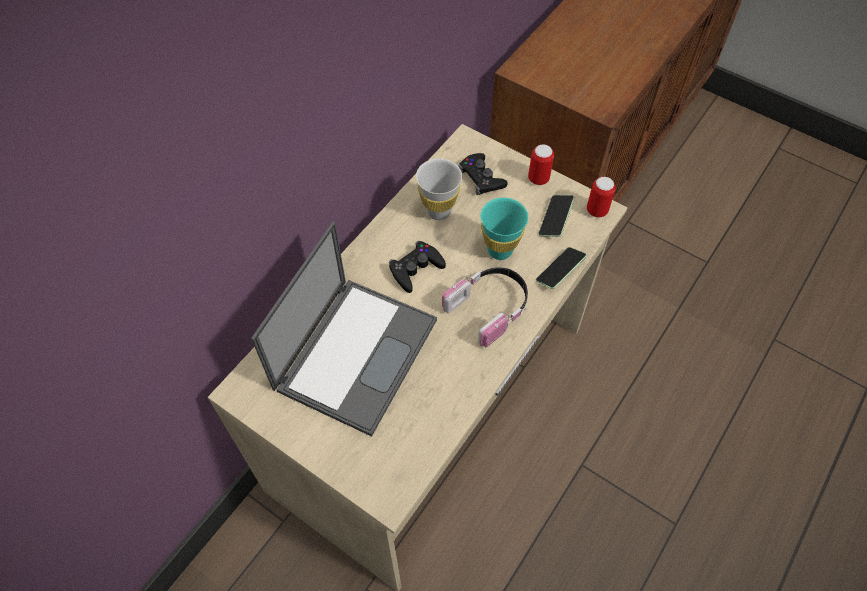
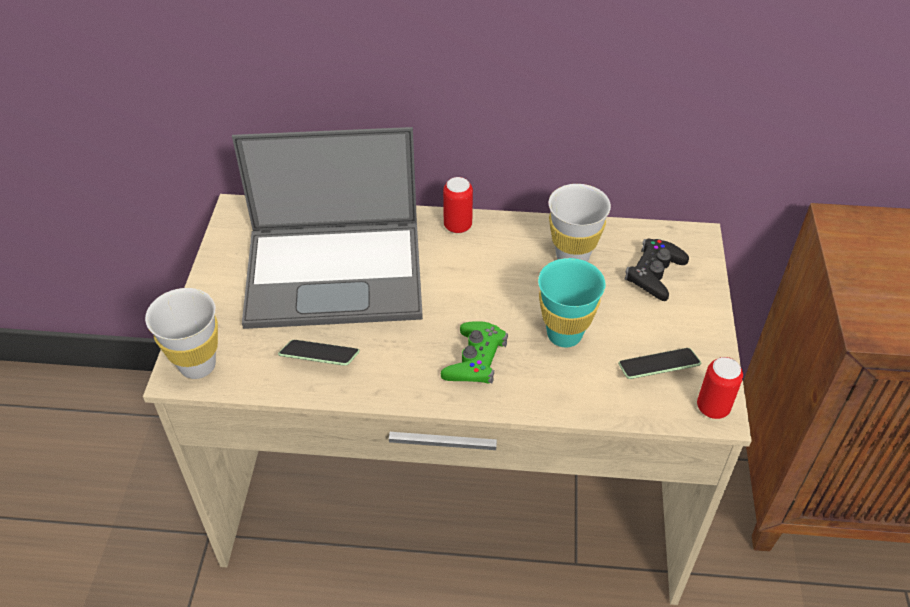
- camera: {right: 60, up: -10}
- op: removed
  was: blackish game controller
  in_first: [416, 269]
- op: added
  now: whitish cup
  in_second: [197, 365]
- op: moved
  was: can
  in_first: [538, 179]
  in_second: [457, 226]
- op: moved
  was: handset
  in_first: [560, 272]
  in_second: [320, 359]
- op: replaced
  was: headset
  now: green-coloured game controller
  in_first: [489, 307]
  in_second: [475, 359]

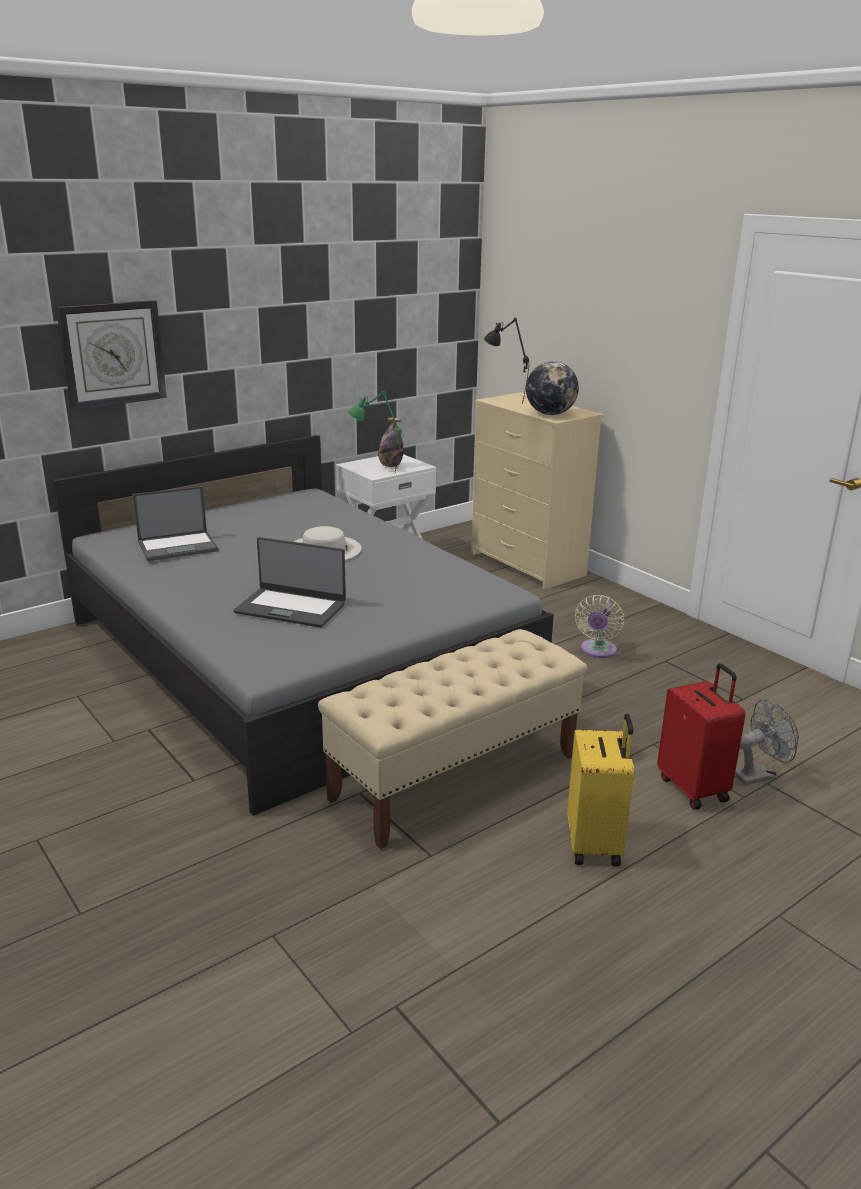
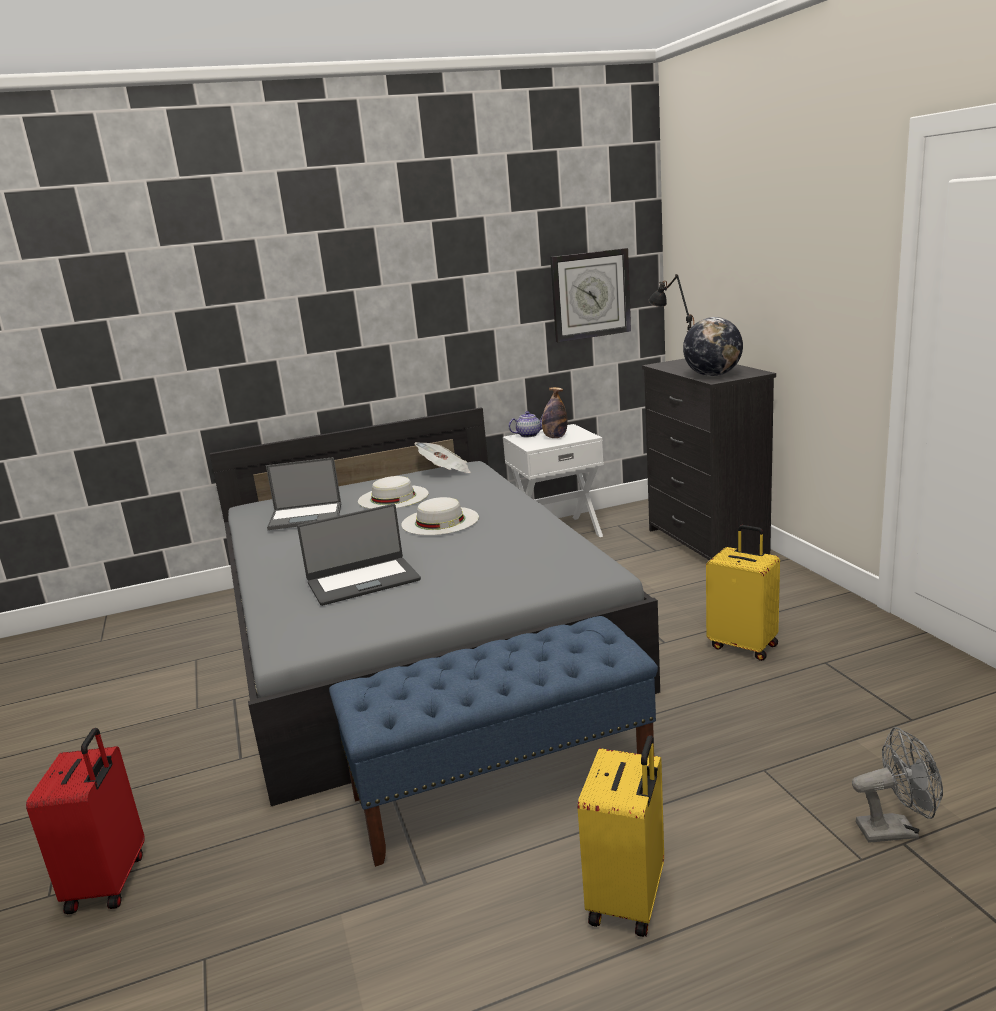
- camera: {right: 20, up: -5}
- op: removed
  was: green-coloured table lamp
  in_first: [375, 473]
- op: added
  now: whitish hat
  in_second: [393, 497]
- op: added
  now: printed paper
  in_second: [445, 471]
- op: added
  now: tea pot
  in_second: [529, 435]
- op: moved
  was: wall clock
  in_first: [112, 354]
  in_second: [590, 295]
- op: moved
  was: red-coloured suitcase
  in_first: [694, 788]
  in_second: [109, 882]
- op: replaced
  was: beige fan
  now: yellow suitcase
  in_first: [597, 651]
  in_second: [743, 645]
- op: recoloured
  was: beige bench
  now: bluish bench
  in_first: [455, 776]
  in_second: [504, 785]
- op: recoloured
  was: beige dresser
  now: blackish dresser
  in_first: [527, 565]
  in_second: [706, 543]
- op: turned
  was: laptop
  in_first: [291, 607]
  in_second: [363, 581]
  clockwise: -60

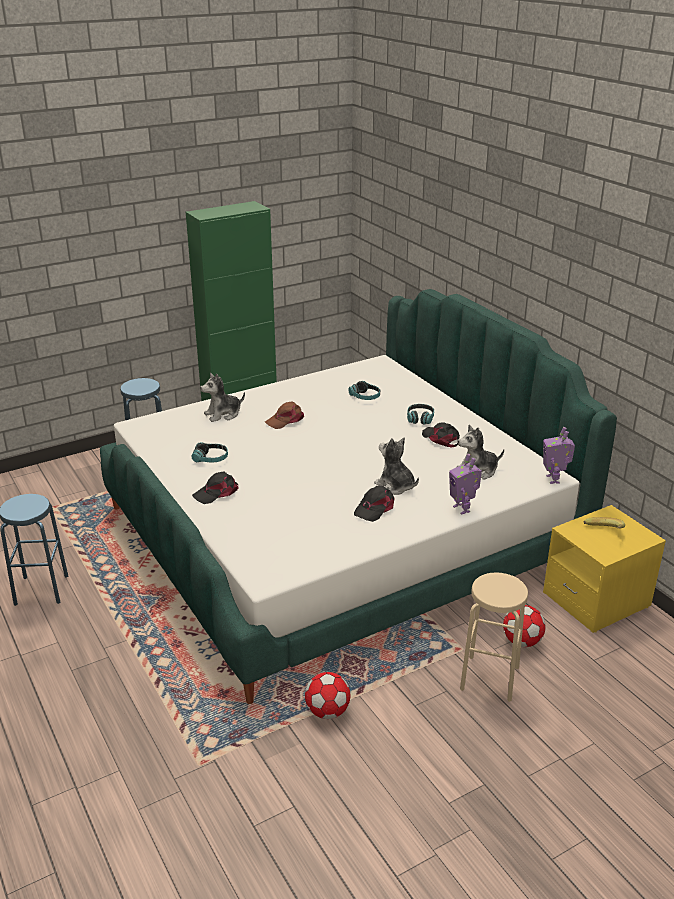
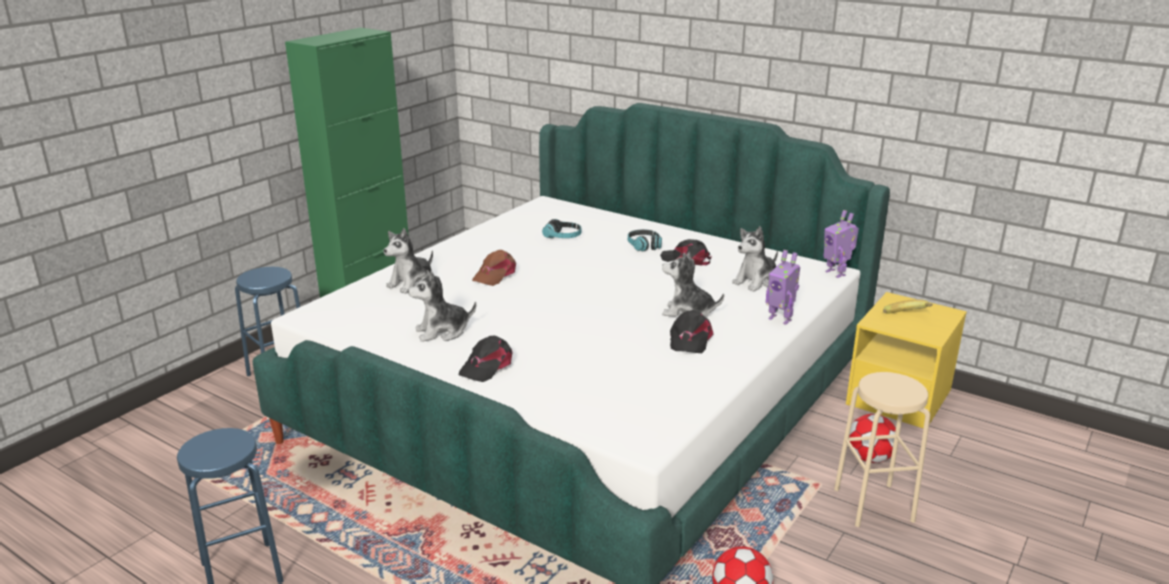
- camera: {right: -25, up: -5}
- op: replaced
  was: headset
  now: plush toy
  in_first: [211, 458]
  in_second: [442, 332]

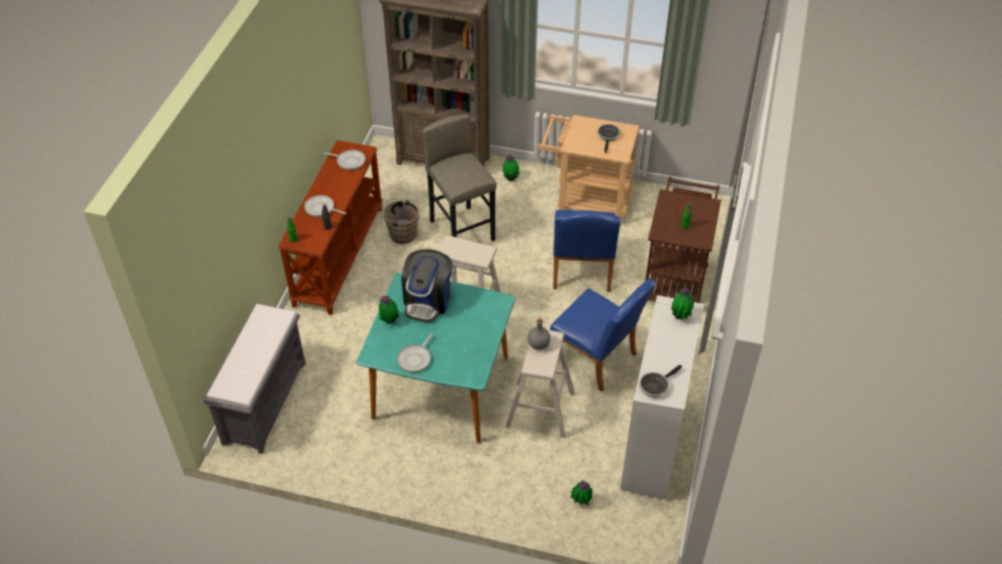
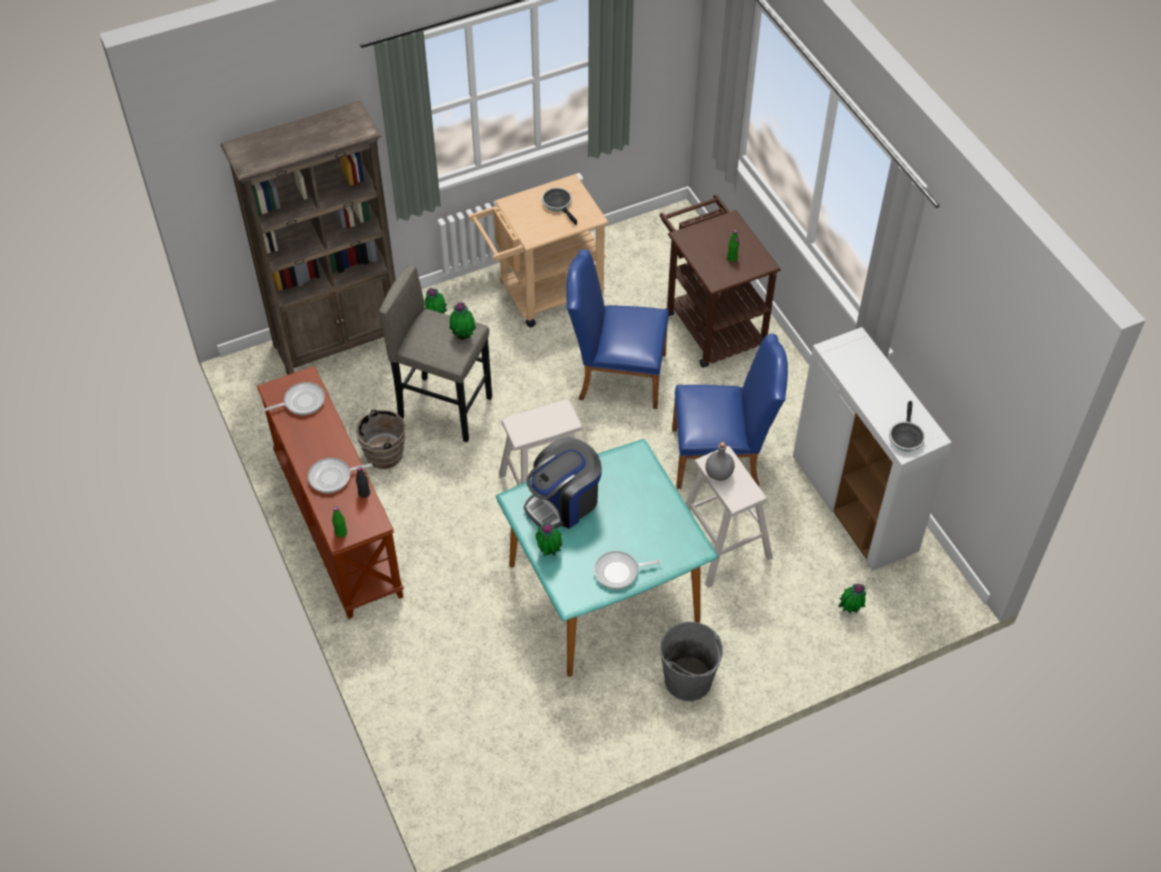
- camera: {right: -40, up: 5}
- op: removed
  was: greyish bench
  in_first: [265, 401]
- op: added
  now: greyish pail
  in_second: [688, 680]
- op: moved
  was: potted plant
  in_first: [680, 317]
  in_second: [463, 336]
- op: turned
  was: frying pan
  in_first: [415, 358]
  in_second: [619, 572]
  clockwise: 90
- op: turned
  was: coffee brewer
  in_first: [428, 300]
  in_second: [563, 502]
  clockwise: 75
- op: turned
  was: bluish upright chair
  in_first: [581, 272]
  in_second: [615, 375]
  clockwise: 135

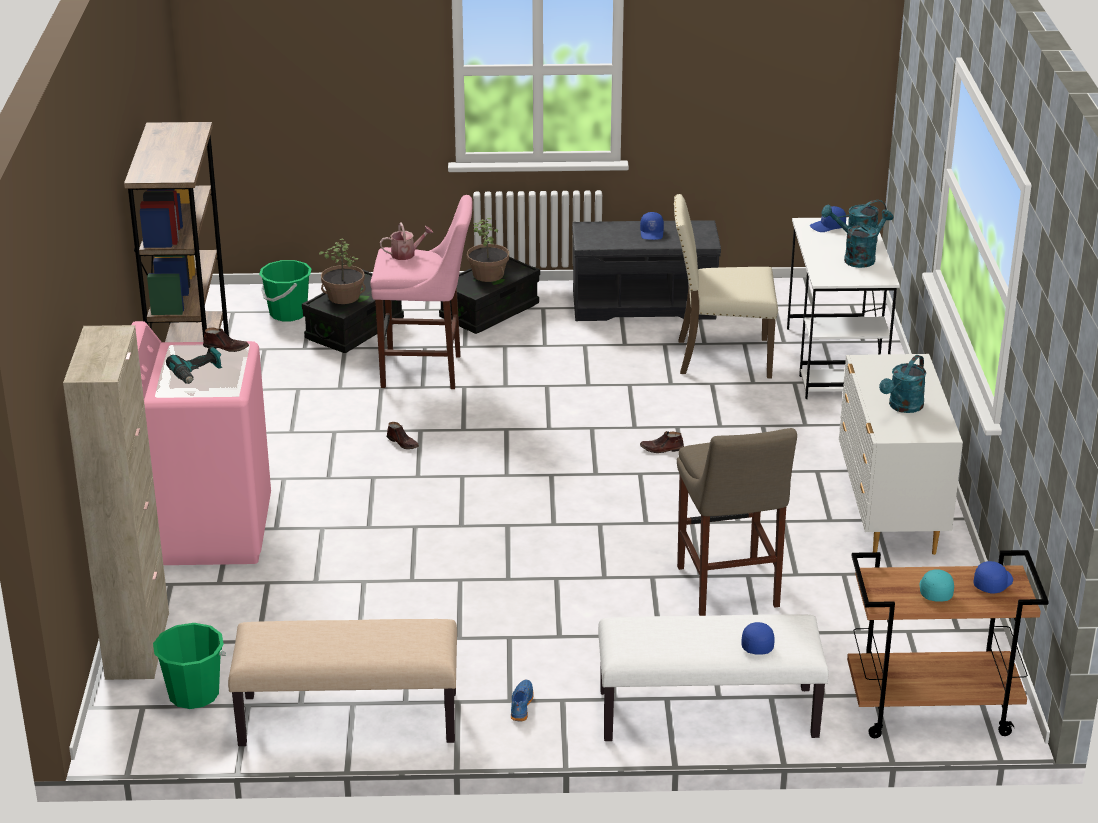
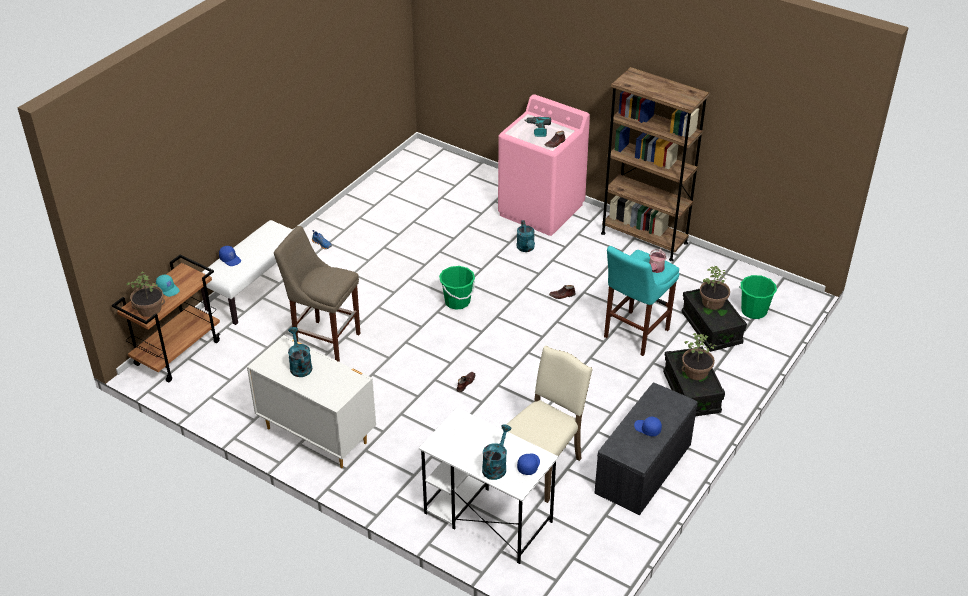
- camera: {right: 125, up: 10}
- op: removed
  was: beige cupboard
  in_first: [138, 646]
- op: removed
  was: beige bench
  in_first: [348, 720]
- op: moved
  was: green-coloured pail
  in_first: [194, 694]
  in_second: [457, 302]
- op: moved
  was: blue-green watering can
  in_first: [863, 258]
  in_second: [526, 248]
- op: replaced
  was: bluish cap
  now: potted plant
  in_first: [992, 583]
  in_second: [149, 309]
- op: recoloured
  was: pink-coloured stool seat
  now: blue-green stool seat
  in_first: [426, 371]
  in_second: [634, 335]

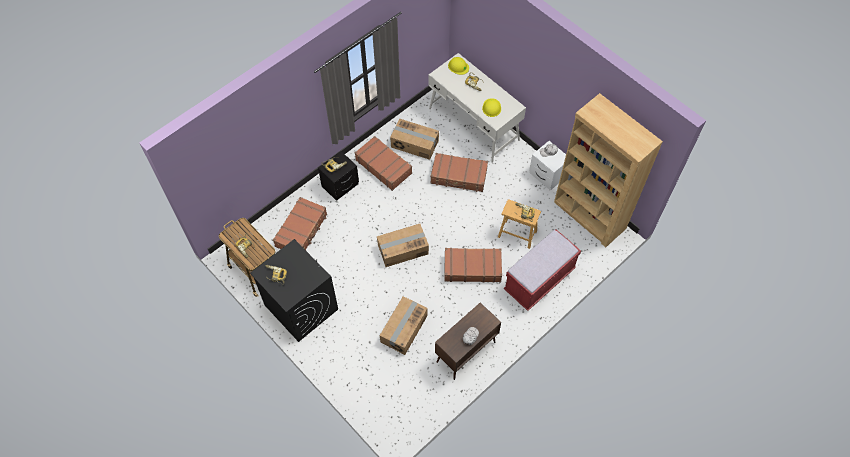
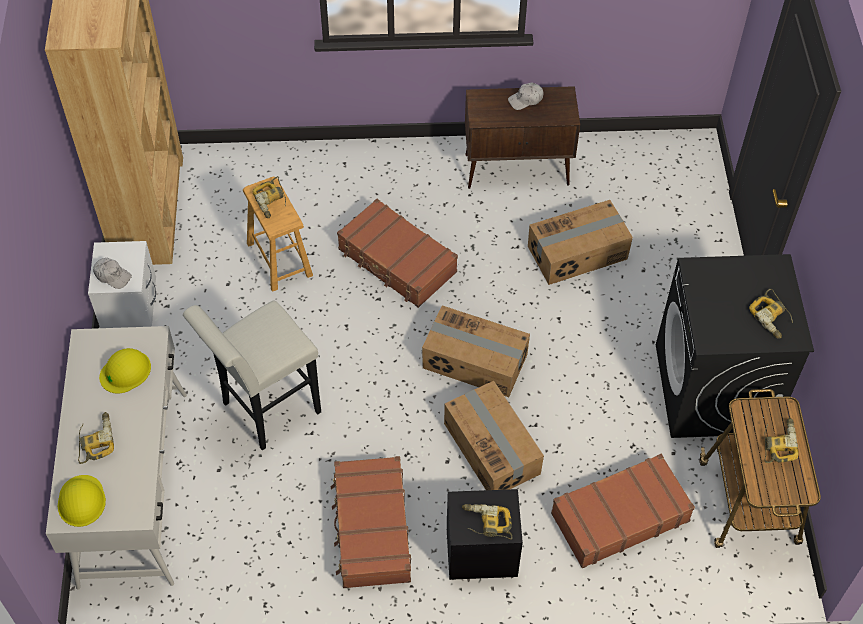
- camera: {right: -140, up: -5}
- op: removed
  was: red-coloured bench
  in_first: [539, 280]
- op: moved
  was: carton
  in_first: [414, 144]
  in_second: [492, 448]
- op: replaced
  was: brown suitcase
  now: whitish stool seat
  in_first: [459, 176]
  in_second: [265, 411]

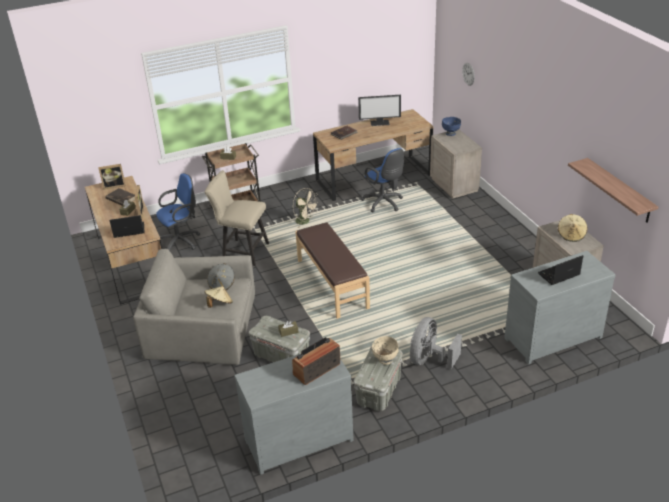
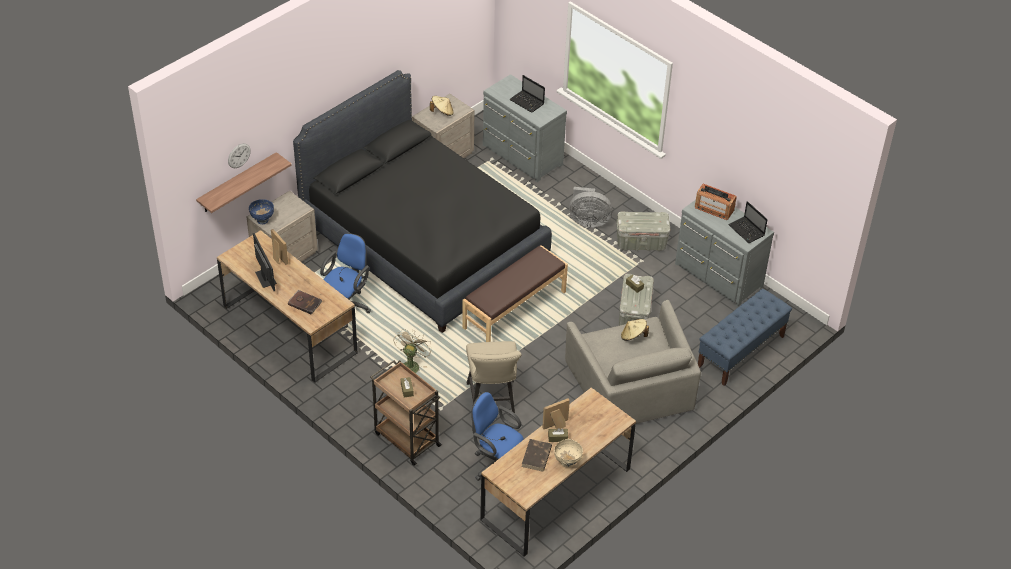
- camera: {right: -115, up: 10}
- op: removed
  was: greyish hat
  in_first: [222, 285]
- op: added
  now: blackish bedroom bed
  in_second: [423, 242]
- op: added
  now: bluish bench
  in_second: [740, 352]
- op: moved
  was: photo frame
  in_first: [114, 185]
  in_second: [277, 258]
- op: moved
  was: laptop
  in_first: [128, 231]
  in_second: [747, 231]
- op: moved
  was: beige bowl
  in_first: [385, 360]
  in_second: [567, 462]
- op: moved
  was: wall shelf
  in_first: [619, 190]
  in_second: [237, 183]

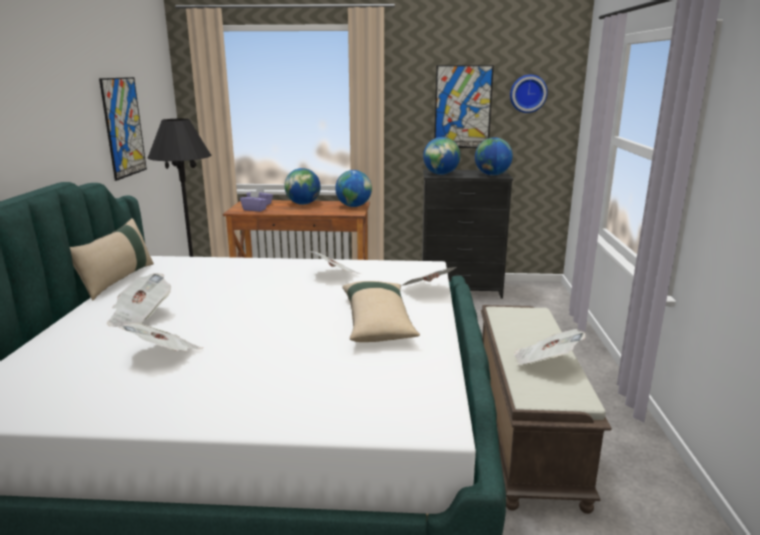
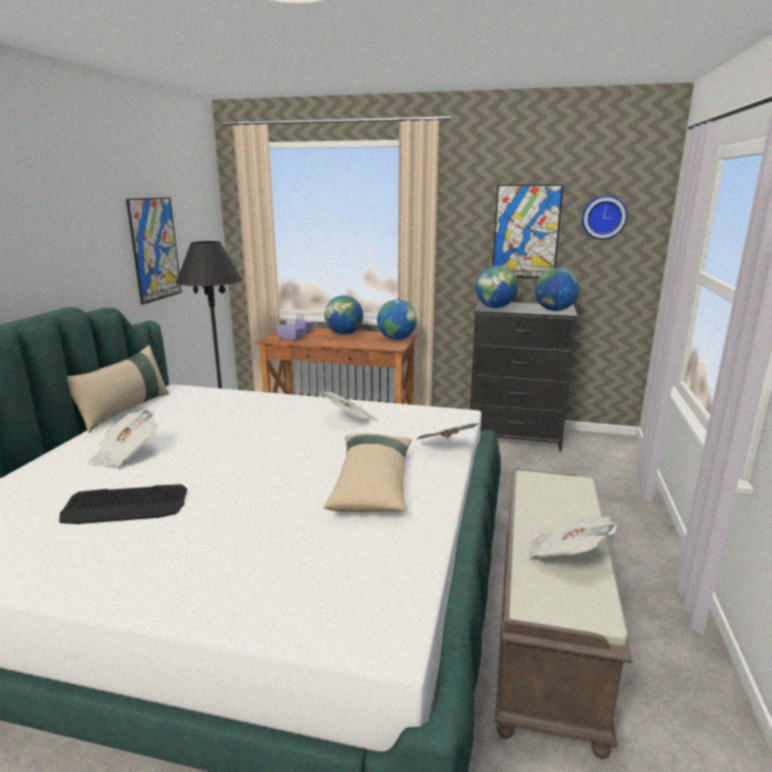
- camera: {right: 10, up: 0}
- op: replaced
  was: printed paper
  now: computer keyboard
  in_first: [165, 355]
  in_second: [126, 506]

